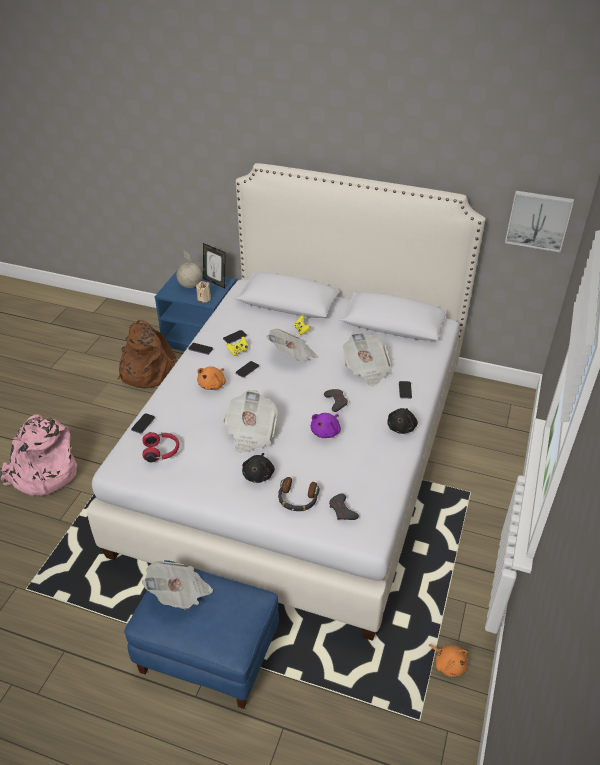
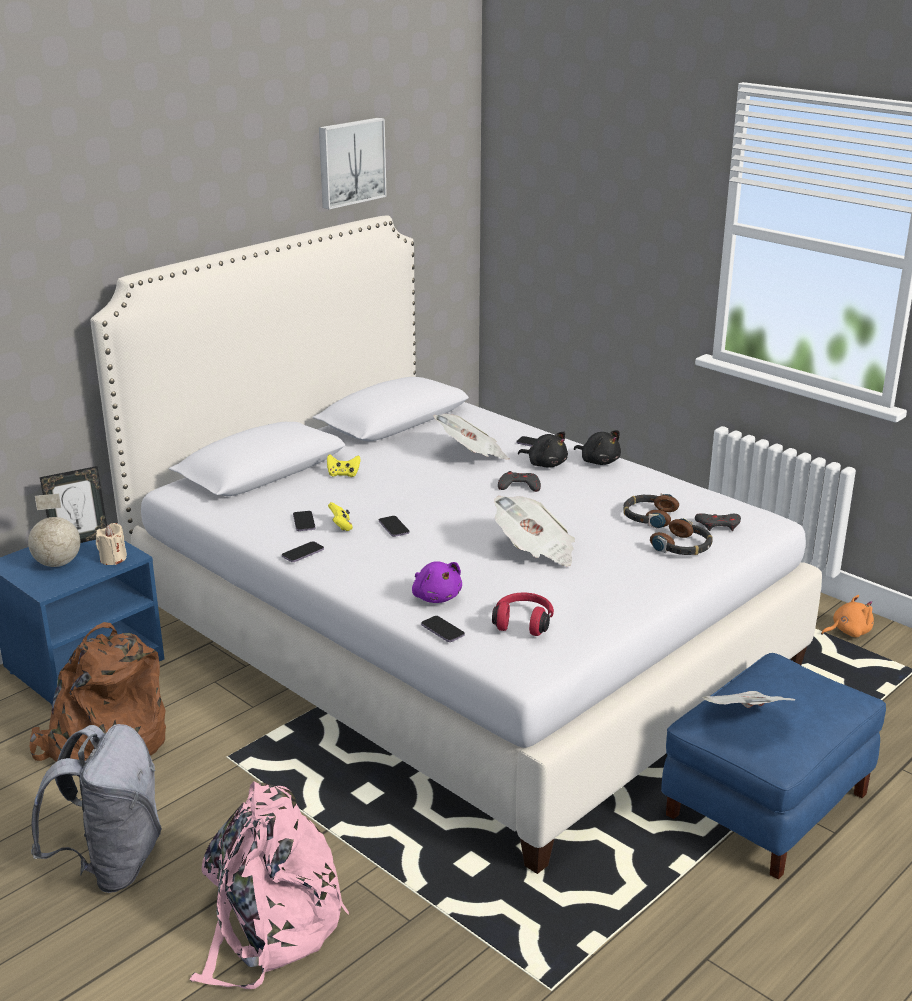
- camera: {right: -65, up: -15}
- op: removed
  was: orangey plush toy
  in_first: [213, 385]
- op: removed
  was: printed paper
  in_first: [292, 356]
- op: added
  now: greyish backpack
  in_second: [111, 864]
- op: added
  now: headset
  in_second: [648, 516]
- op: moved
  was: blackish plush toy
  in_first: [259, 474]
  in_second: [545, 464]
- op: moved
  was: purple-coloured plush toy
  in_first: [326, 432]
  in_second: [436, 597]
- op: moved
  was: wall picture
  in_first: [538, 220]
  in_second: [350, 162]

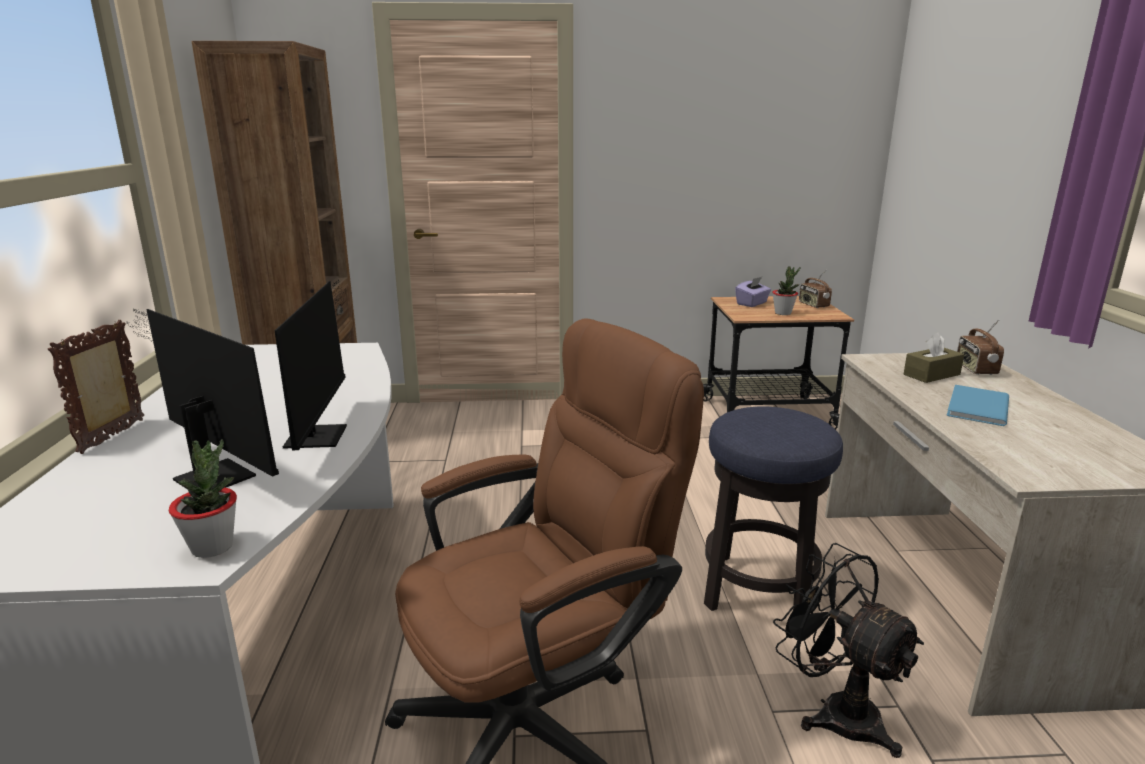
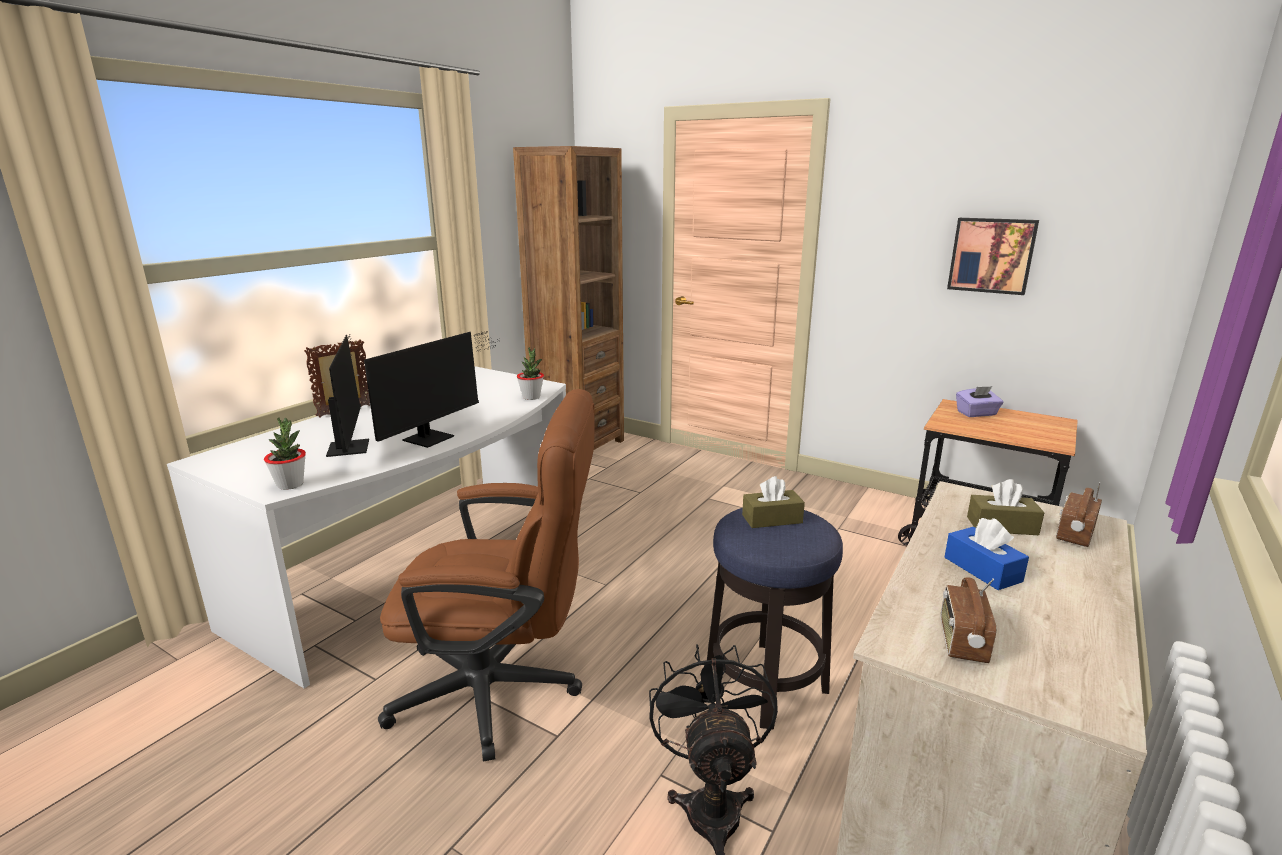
- camera: {right: 35, up: 0}
- op: added
  now: brown tissue box
  in_second: [772, 519]
- op: added
  now: wall picture
  in_second: [991, 255]
- op: moved
  was: potted plant
  in_first: [783, 313]
  in_second: [531, 397]
- op: moved
  was: radio set
  in_first: [813, 305]
  in_second: [961, 642]
- op: replaced
  was: bluish bound book
  now: bluish tissue box
  in_first: [975, 407]
  in_second: [982, 569]

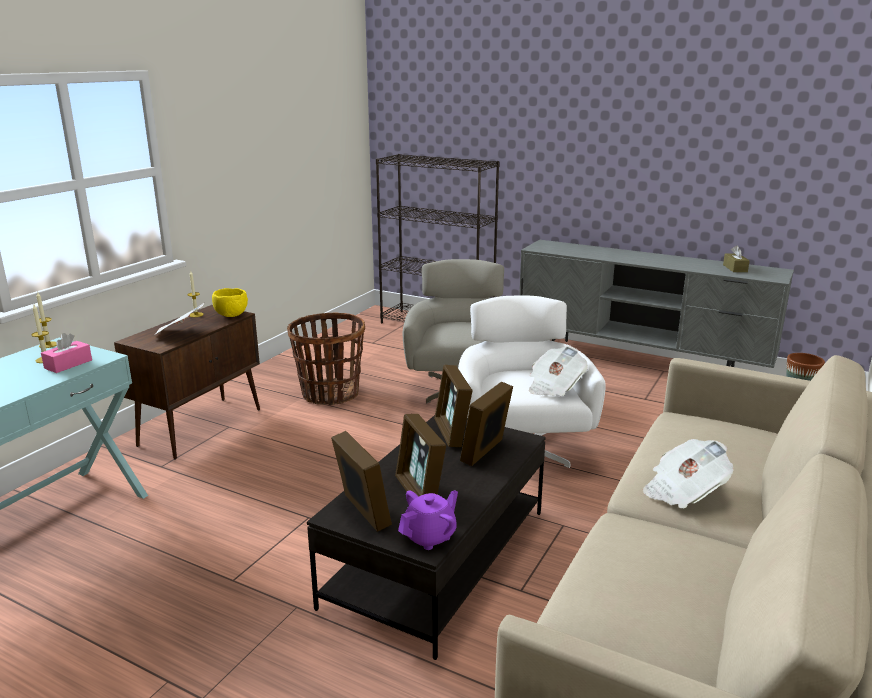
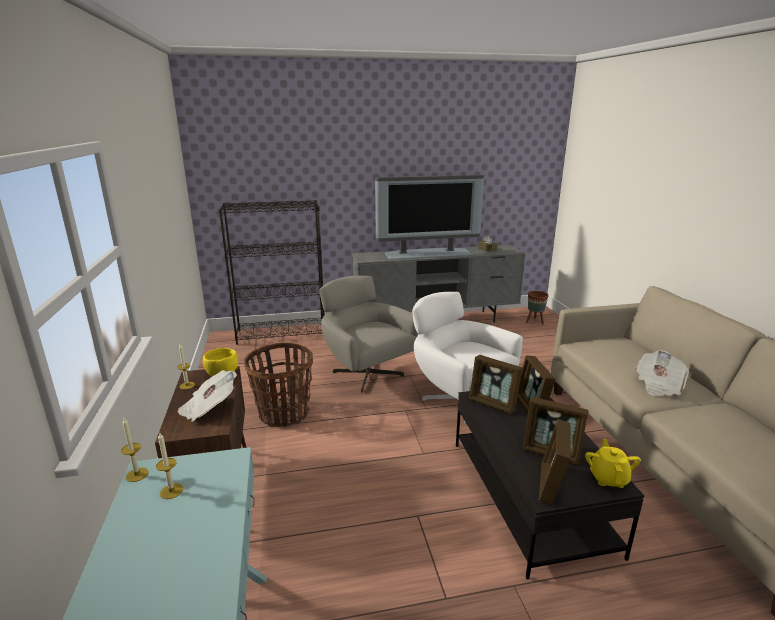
- camera: {right: -40, up: 0}
- op: removed
  was: pink-coloured tissue box
  in_first: [68, 364]
- op: removed
  was: printed paper
  in_first: [554, 386]
- op: added
  now: TV set
  in_second: [427, 253]
- op: recoloured
  was: purple-coloured tea pot
  now: yellow tea pot
  in_first: [430, 537]
  in_second: [608, 478]
- op: turned
  was: photo frame
  in_first: [362, 512]
  in_second: [551, 485]
  clockwise: -90

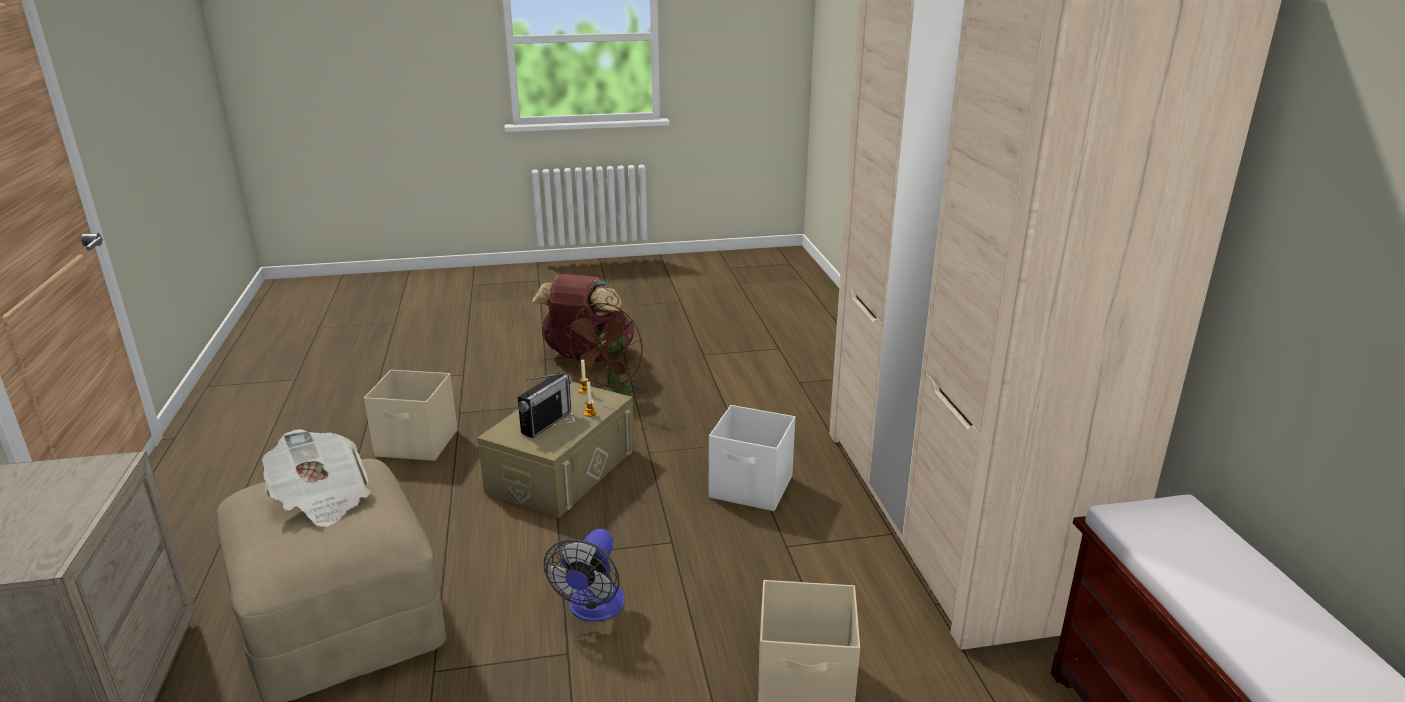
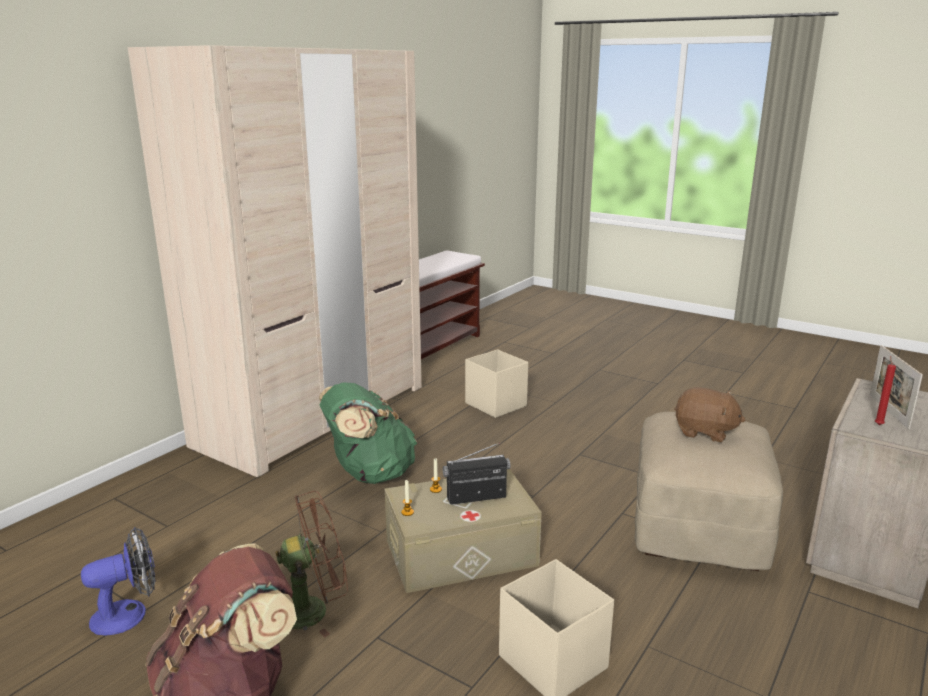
- camera: {right: -135, up: -5}
- op: added
  now: photo frame
  in_second: [888, 411]
- op: added
  now: red-coloured candle
  in_second: [878, 424]
- op: moved
  was: fan
  in_first: [593, 609]
  in_second: [129, 614]
- op: replaced
  was: printed paper
  now: brown plush toy
  in_first: [321, 499]
  in_second: [705, 432]
- op: replaced
  was: whitish storage container
  now: green-coloured backpack
  in_first: [752, 488]
  in_second: [369, 474]

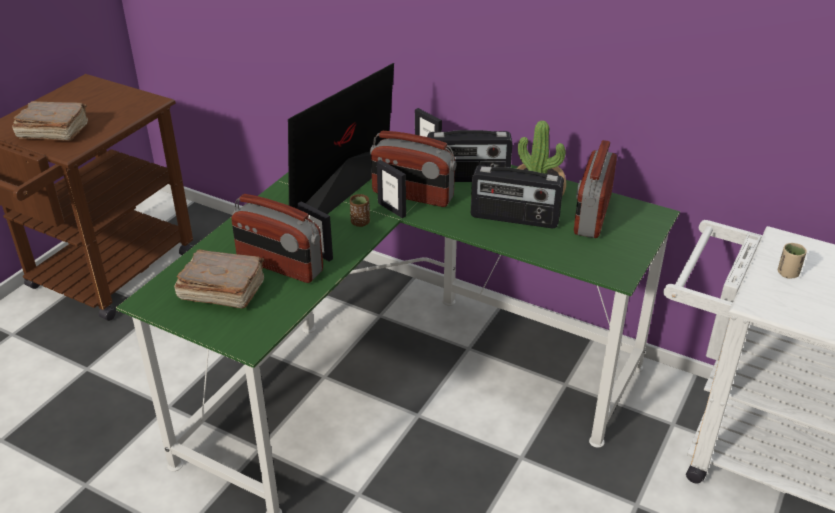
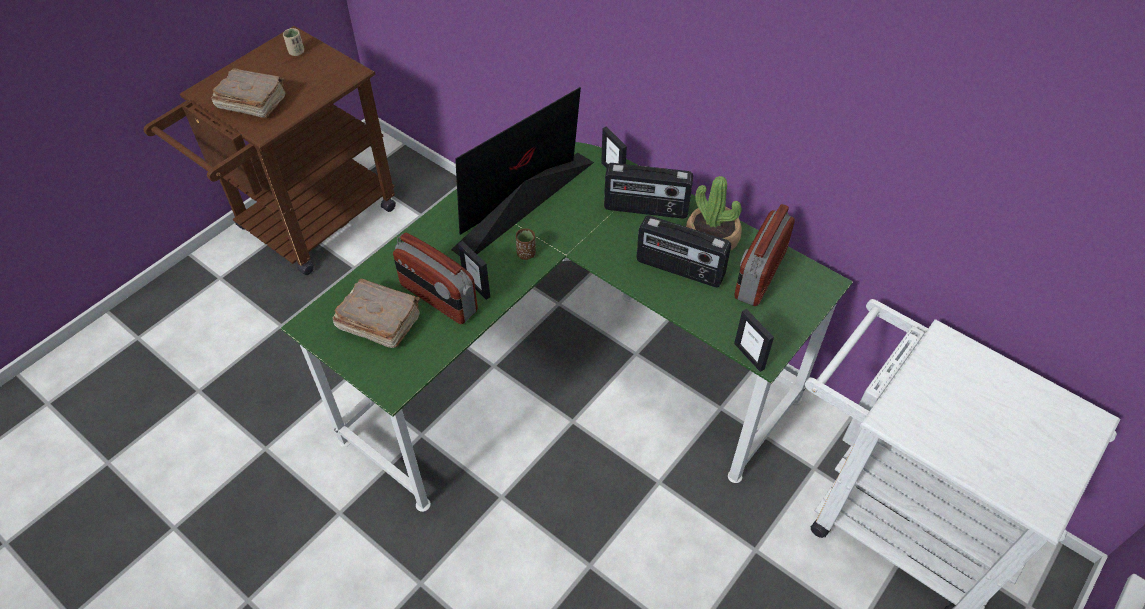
- camera: {right: 10, up: 15}
- op: removed
  was: radio set
  in_first: [412, 195]
- op: moved
  was: photo frame
  in_first: [392, 209]
  in_second: [749, 356]
- op: moved
  was: beige cup
  in_first: [787, 273]
  in_second: [296, 52]

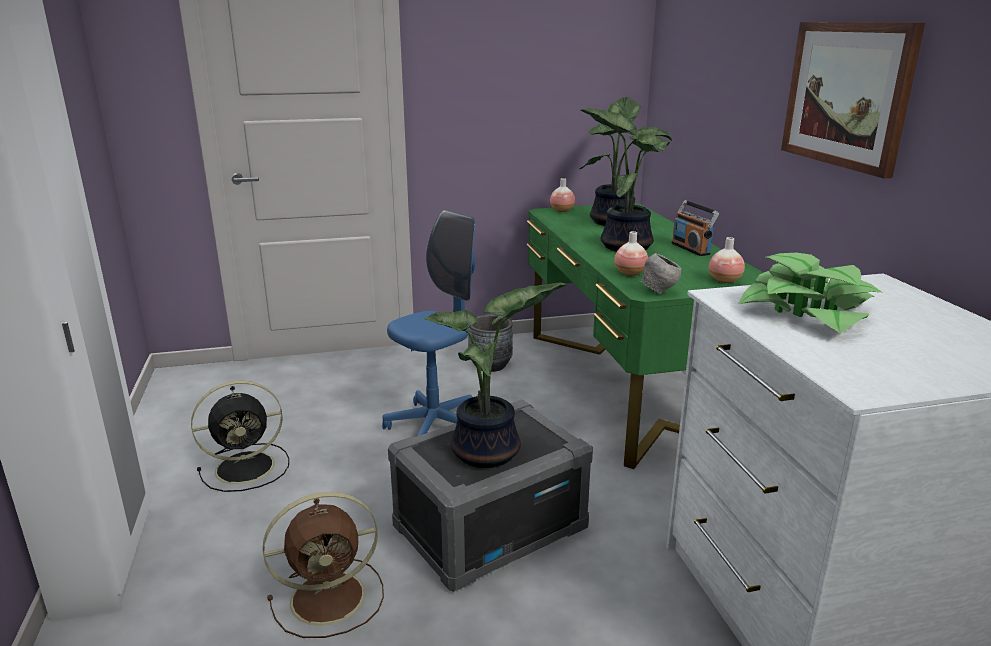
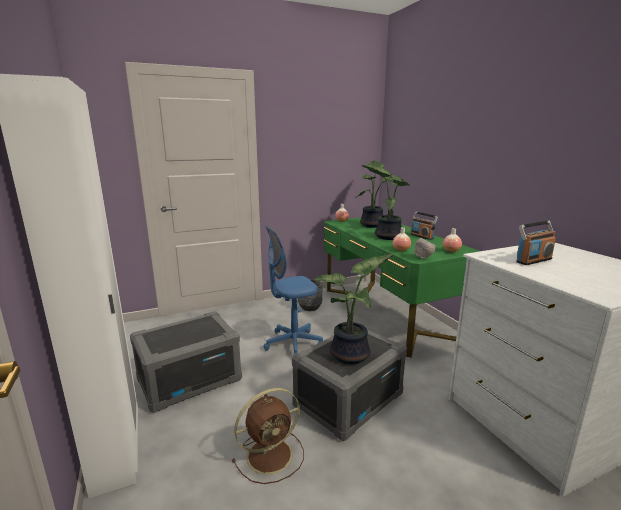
- camera: {right: -10, up: -5}
- op: removed
  was: wall picture
  in_first: [847, 94]
- op: replaced
  was: blackish fan
  now: greyish storage container
  in_first: [248, 467]
  in_second: [190, 379]
- op: replaced
  was: potted plant
  now: radio set
  in_first: [807, 311]
  in_second: [533, 260]
- op: turned
  was: bluish computer chair
  in_first: [435, 426]
  in_second: [293, 343]
  clockwise: -150

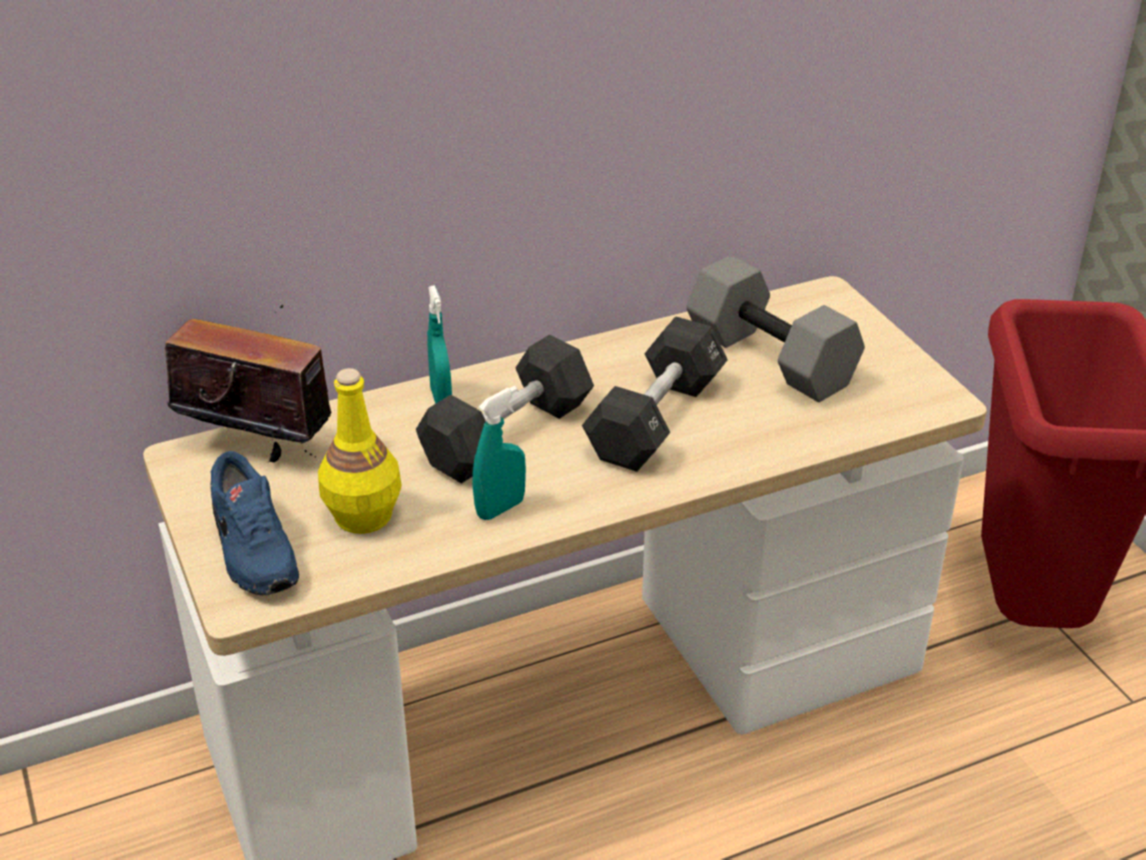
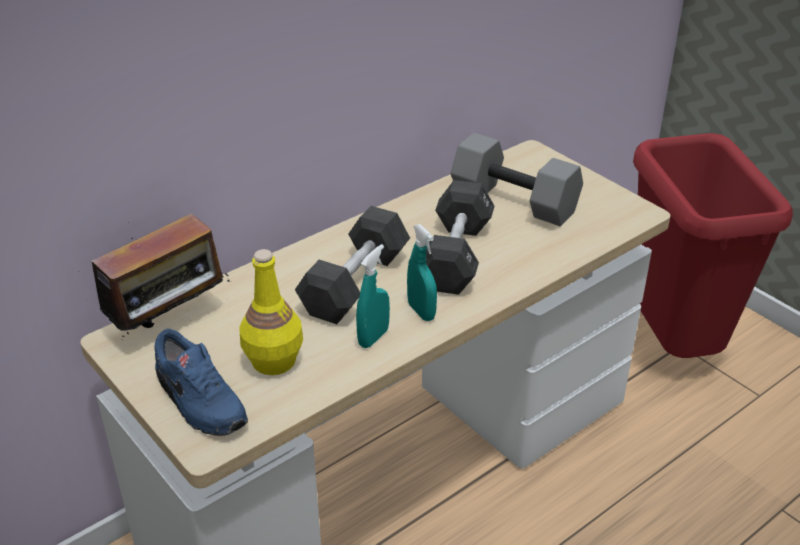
- camera: {right: -15, up: 0}
- op: moved
  was: blue-green hand sprayer
  in_first: [441, 399]
  in_second: [421, 311]
- op: turned
  was: radio set
  in_first: [257, 447]
  in_second: [170, 323]
  clockwise: 135

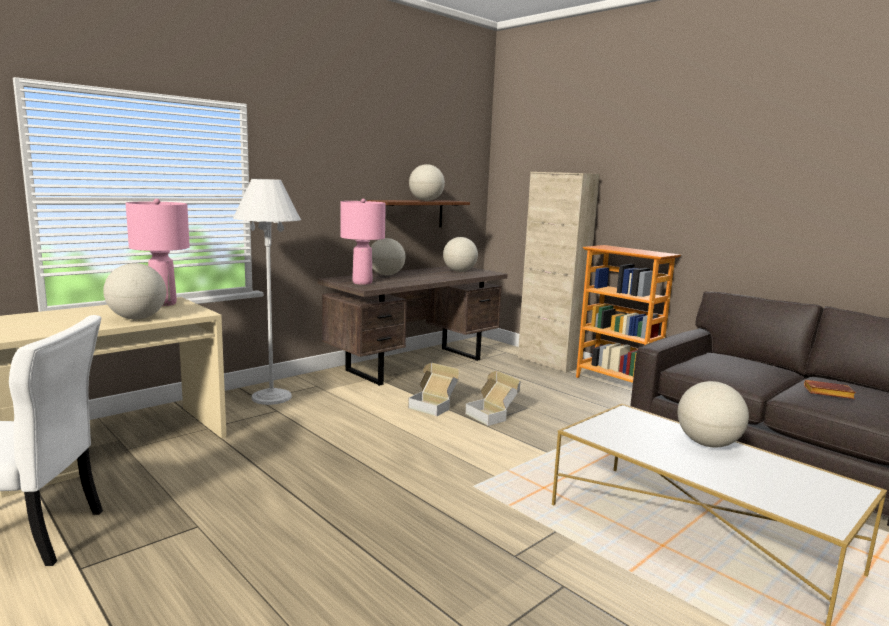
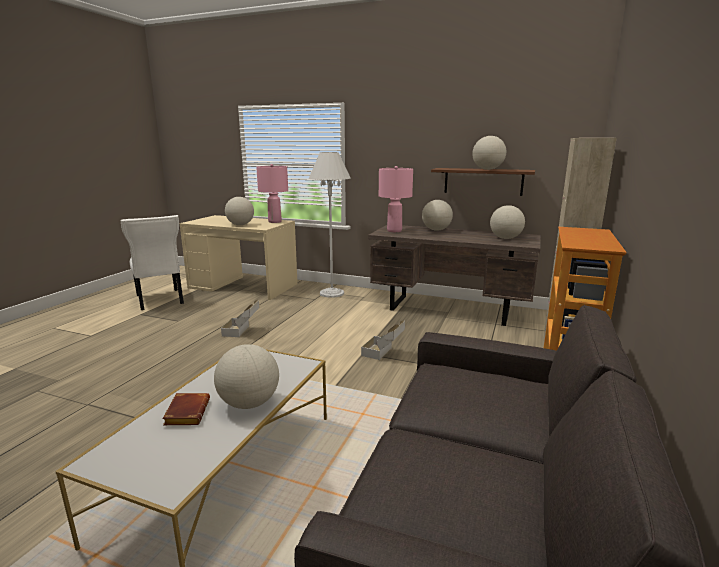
- camera: {right: 65, up: 5}
- op: moved
  was: carton
  in_first: [434, 406]
  in_second: [242, 331]
- op: moved
  was: brown bound book
  in_first: [827, 393]
  in_second: [186, 412]

